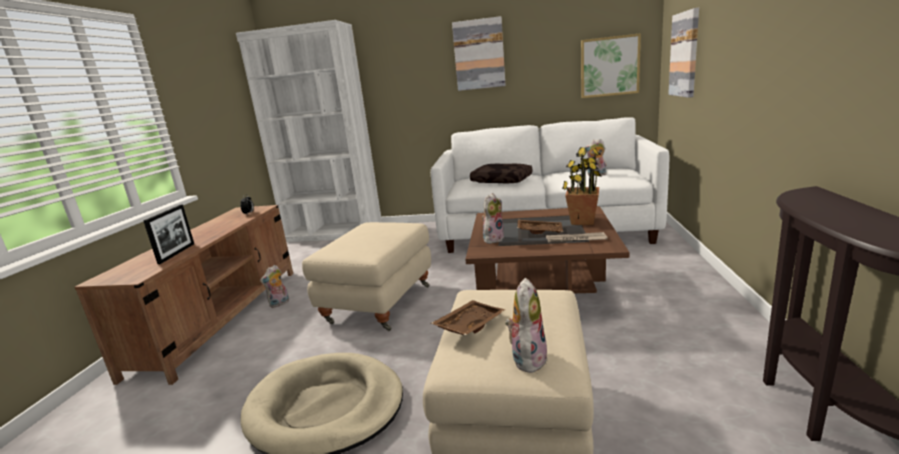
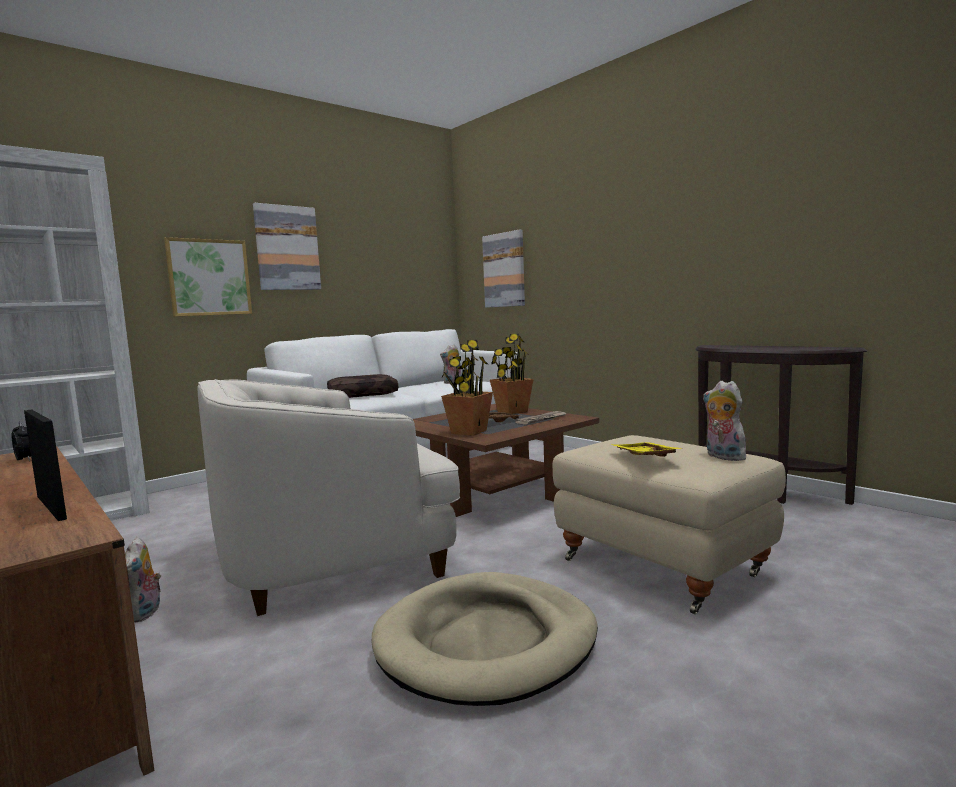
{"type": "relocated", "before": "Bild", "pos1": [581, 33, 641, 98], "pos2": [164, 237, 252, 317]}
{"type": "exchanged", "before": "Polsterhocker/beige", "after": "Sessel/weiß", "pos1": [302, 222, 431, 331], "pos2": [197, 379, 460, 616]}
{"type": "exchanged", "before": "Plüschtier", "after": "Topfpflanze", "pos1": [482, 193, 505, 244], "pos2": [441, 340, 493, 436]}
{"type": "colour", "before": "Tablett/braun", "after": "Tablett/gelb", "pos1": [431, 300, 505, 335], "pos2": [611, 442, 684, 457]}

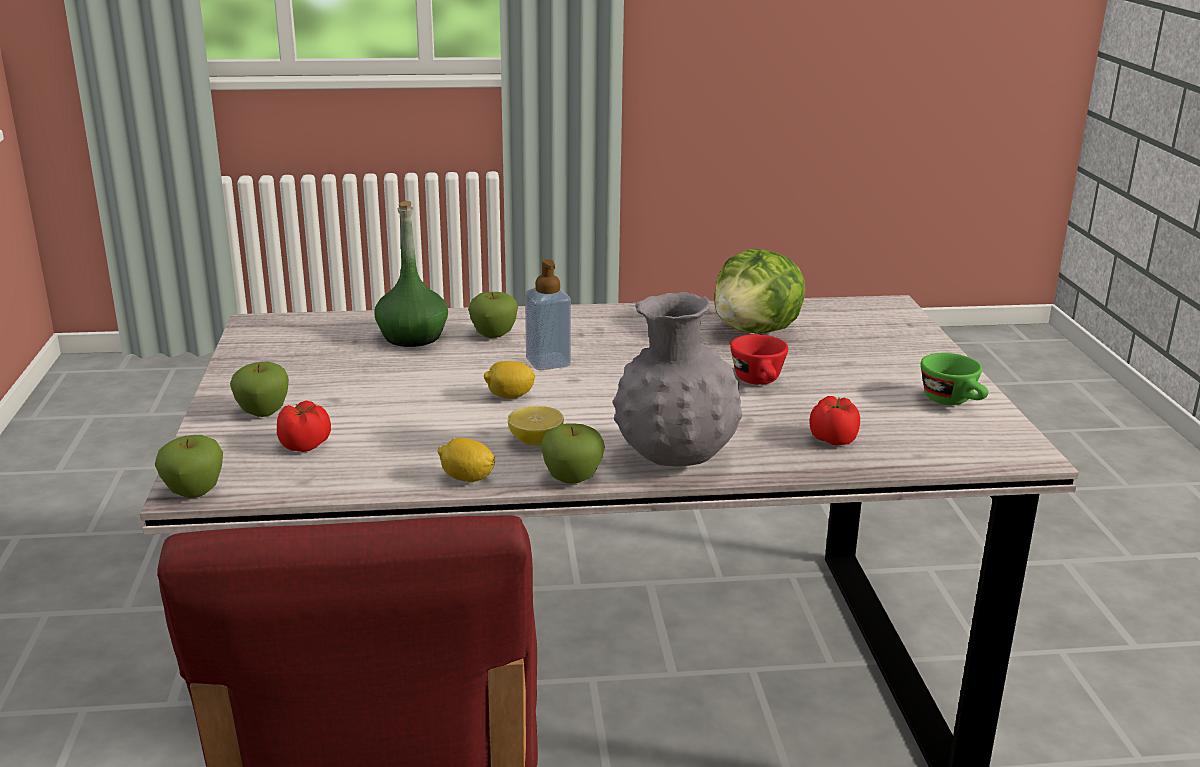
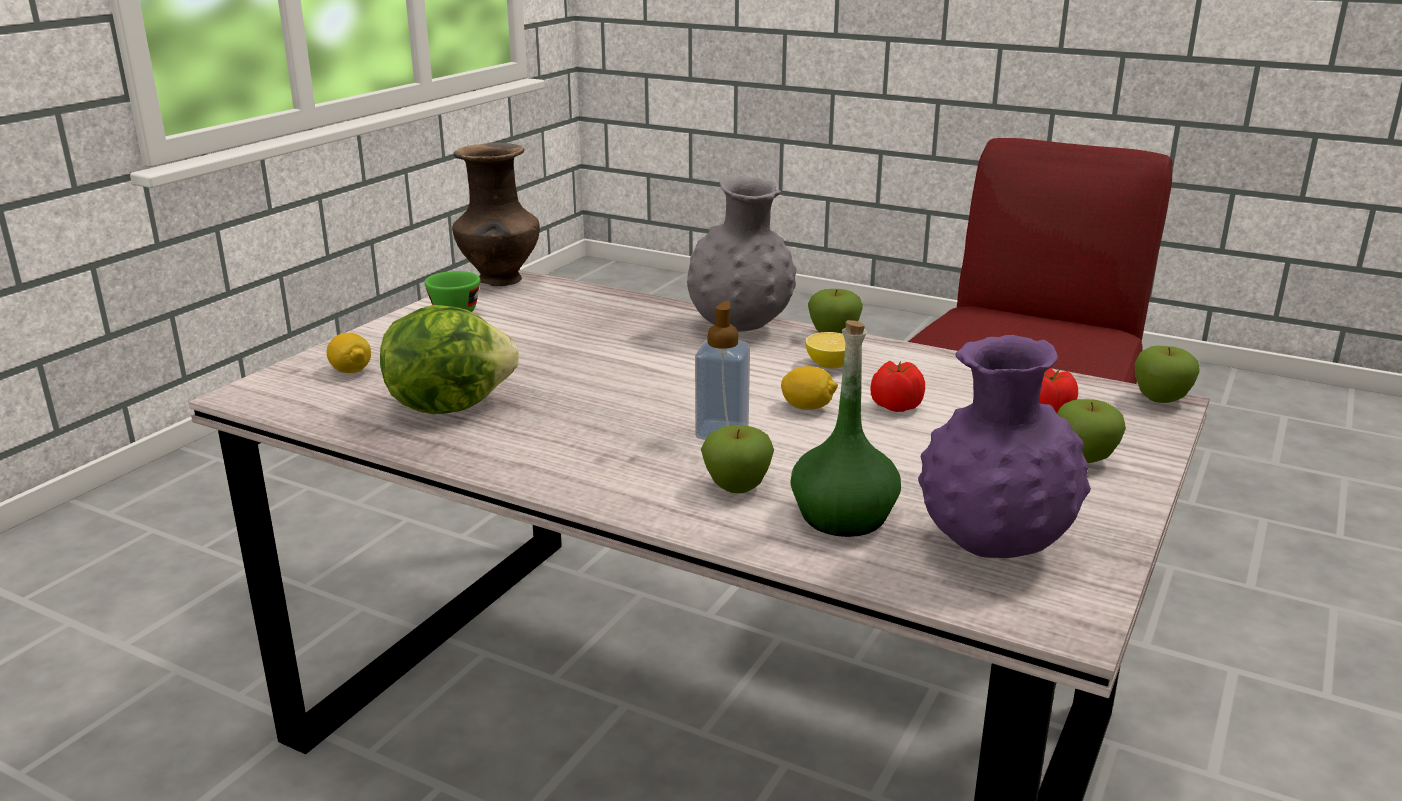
{"type": "relocated", "before": "Zitrone", "pos1": [437, 438, 495, 482], "pos2": [327, 332, 371, 373]}
{"type": "appeared", "after": "Vase/braun", "pos2": [452, 143, 540, 286]}
{"type": "relocated", "before": "Tomate", "pos1": [809, 396, 860, 445], "pos2": [870, 361, 925, 412]}
{"type": "appeared", "after": "Vase/lila", "pos2": [918, 335, 1091, 558]}
{"type": "missing", "before": "Tasse/rot", "pos1": [730, 334, 788, 385]}

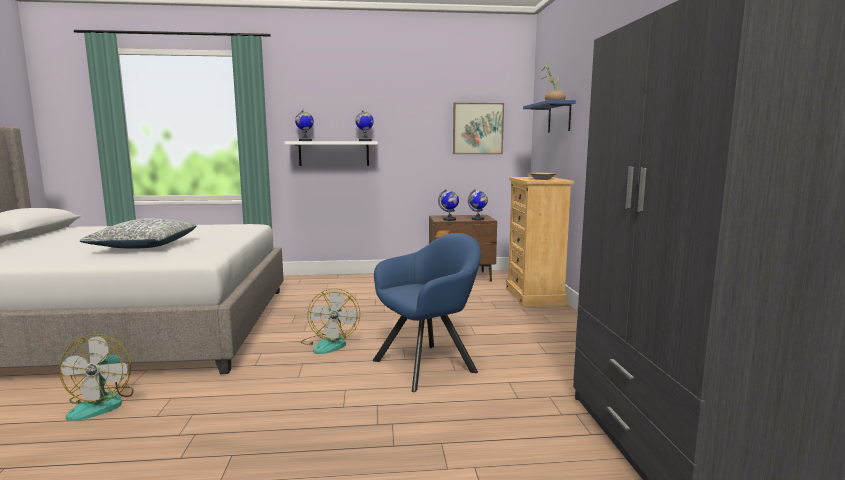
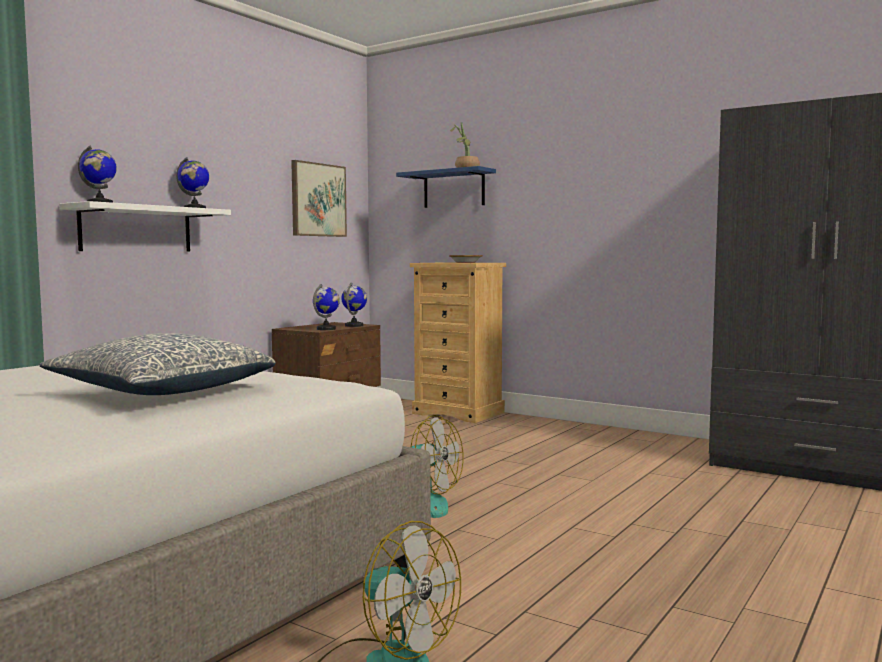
{"type": "missing", "before": "Sessel/blau", "pos1": [373, 233, 481, 392]}

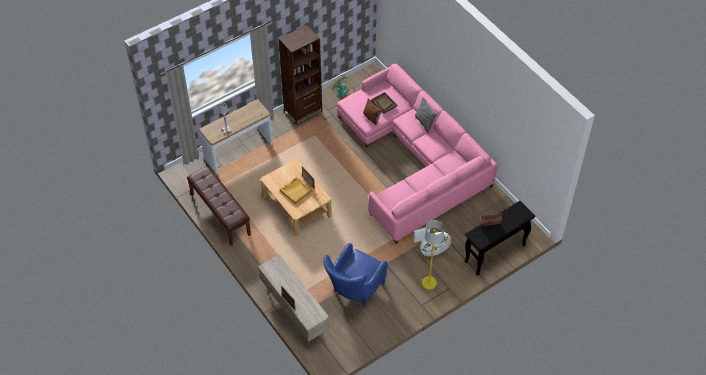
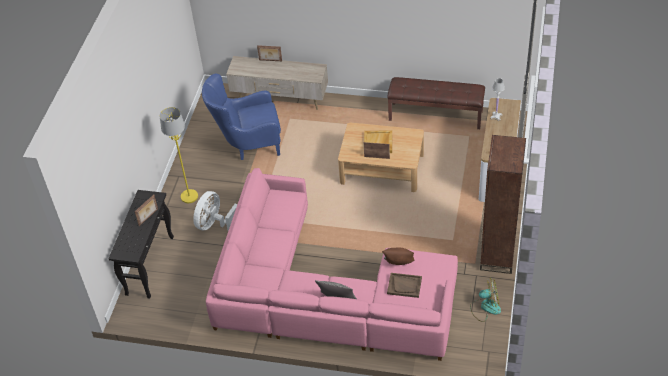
{"type": "spun", "before": "Sessel/blau", "pos1": [323, 243, 388, 307], "pos2": [202, 73, 281, 160], "turn": -90}

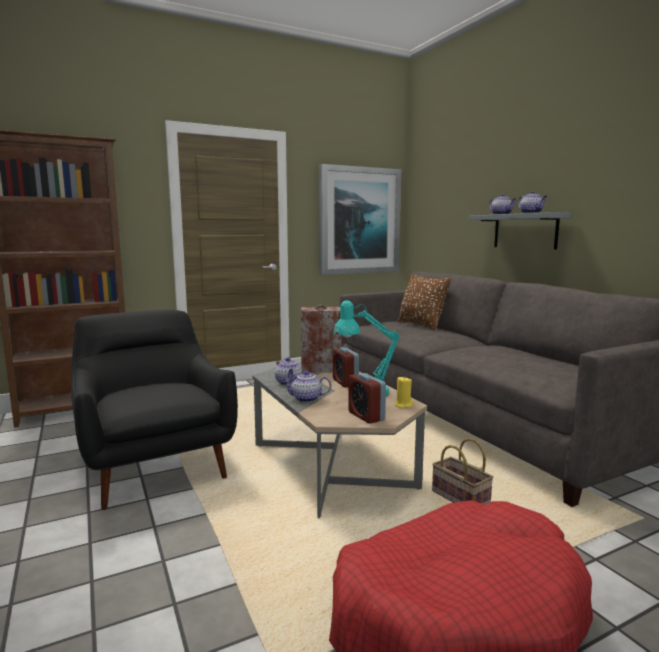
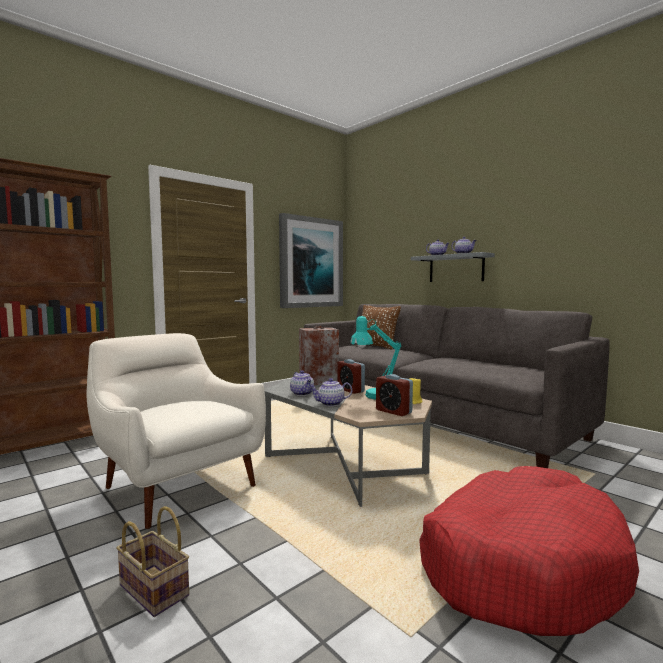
{"type": "colour", "before": "Sessel/schwarz", "after": "Sessel/weiß", "pos1": [71, 310, 238, 510], "pos2": [86, 333, 266, 529]}
{"type": "relocated", "before": "Korb", "pos1": [432, 438, 494, 505], "pos2": [116, 506, 189, 617]}

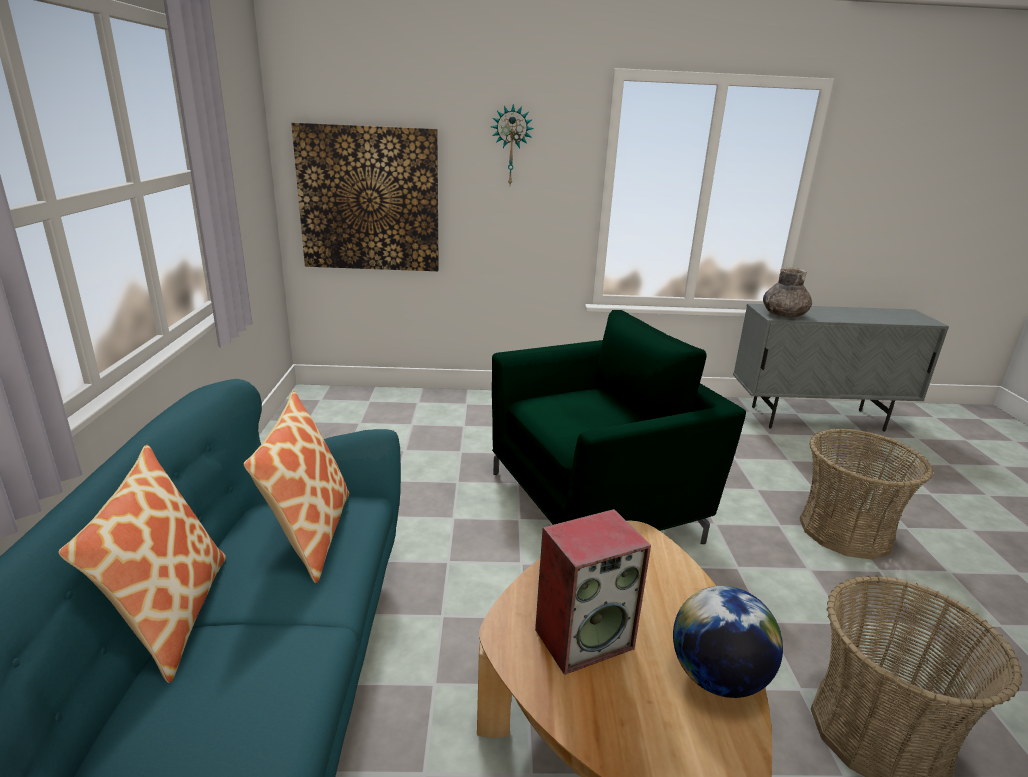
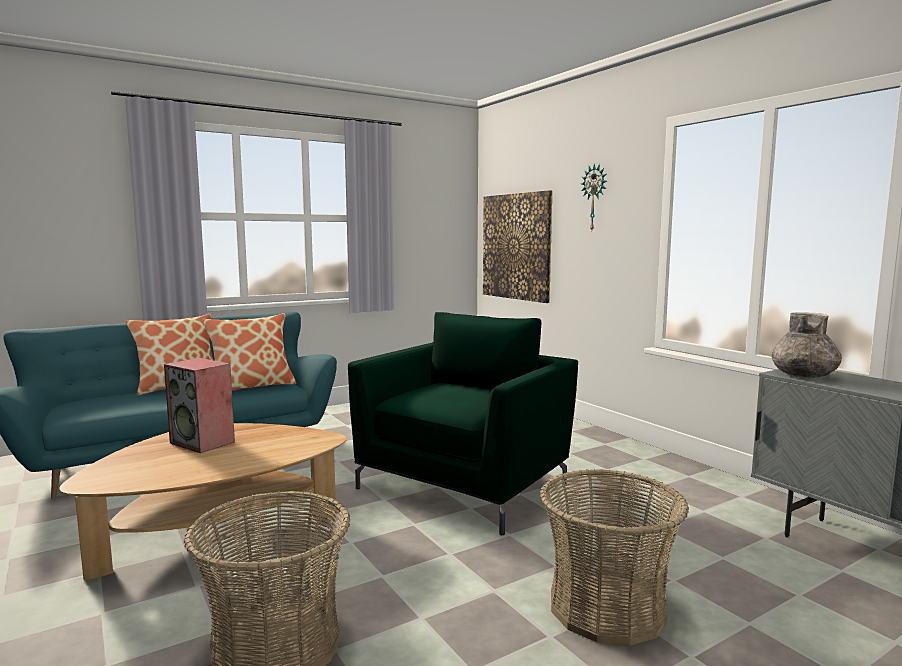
{"type": "spun", "before": "Sessel/grün", "pos1": [492, 310, 746, 544], "pos2": [348, 312, 578, 535], "turn": -90}
{"type": "missing", "before": "Globus", "pos1": [673, 586, 783, 698]}

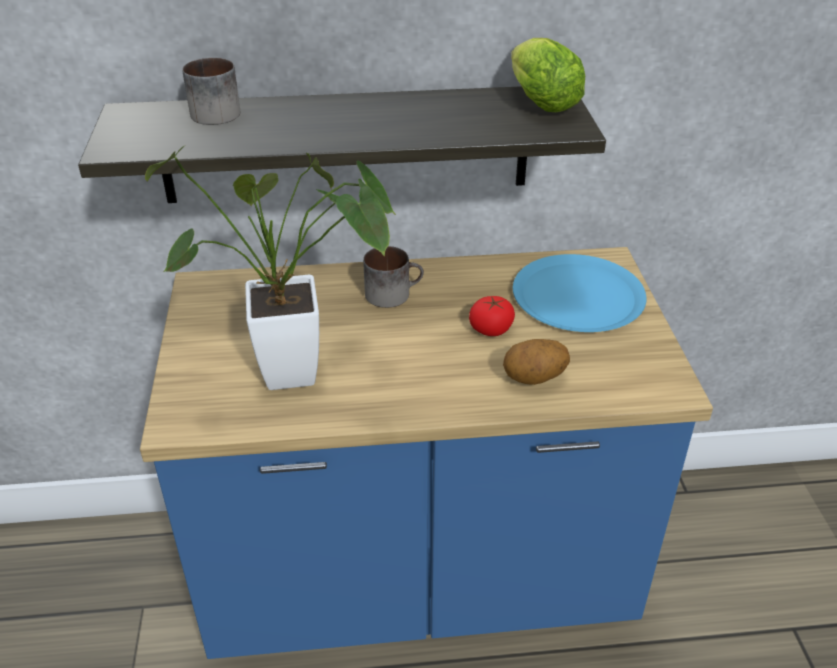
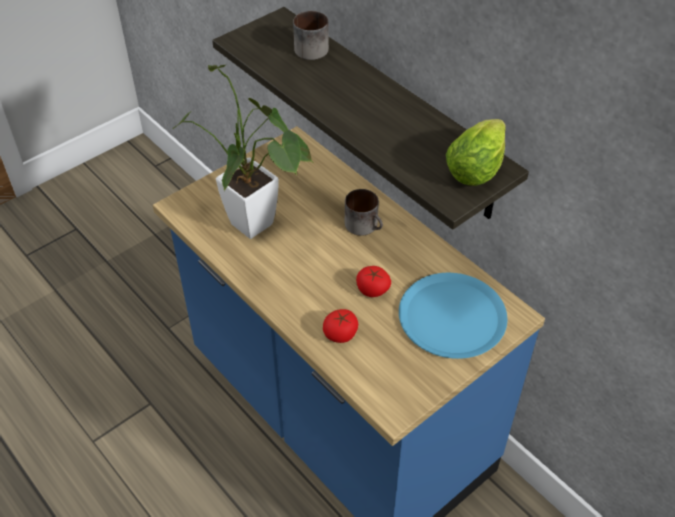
{"type": "exchanged", "before": "Kartoffel", "after": "Tomate", "pos1": [503, 339, 570, 385], "pos2": [323, 309, 358, 343]}

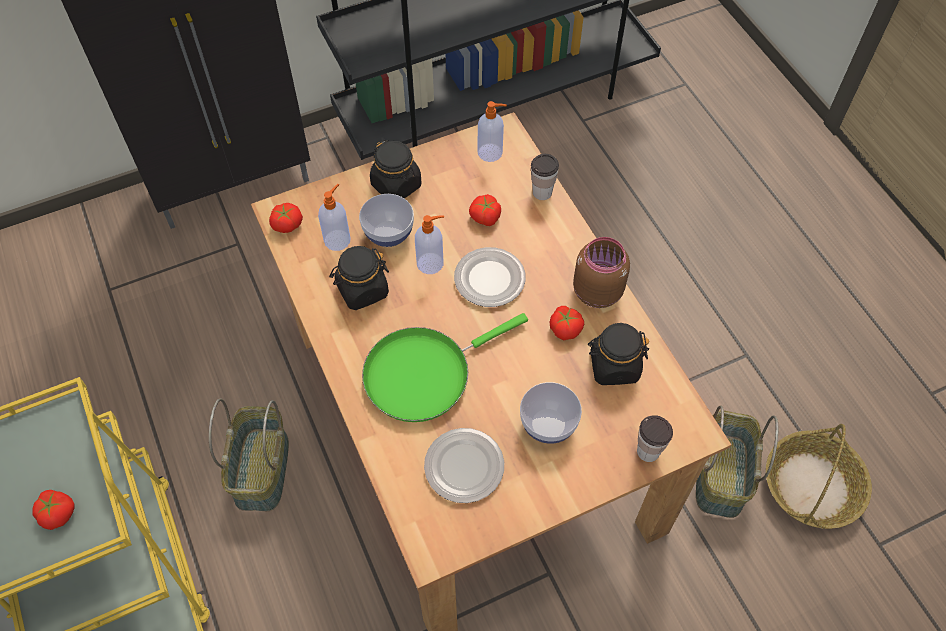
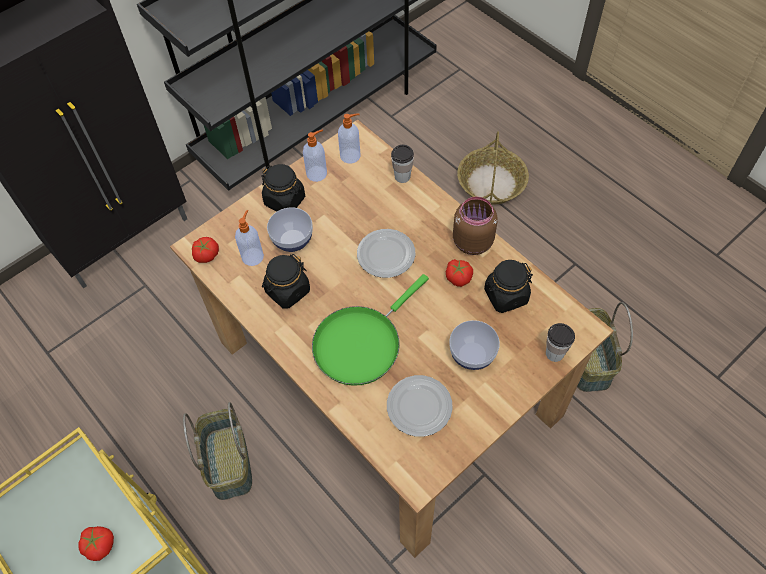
{"type": "relocated", "before": "Seifenspender", "pos1": [415, 215, 444, 274], "pos2": [303, 129, 327, 182]}
{"type": "relocated", "before": "Korb", "pos1": [766, 424, 872, 529], "pos2": [457, 131, 529, 205]}
{"type": "missing", "before": "Tomate", "pos1": [469, 194, 501, 226]}

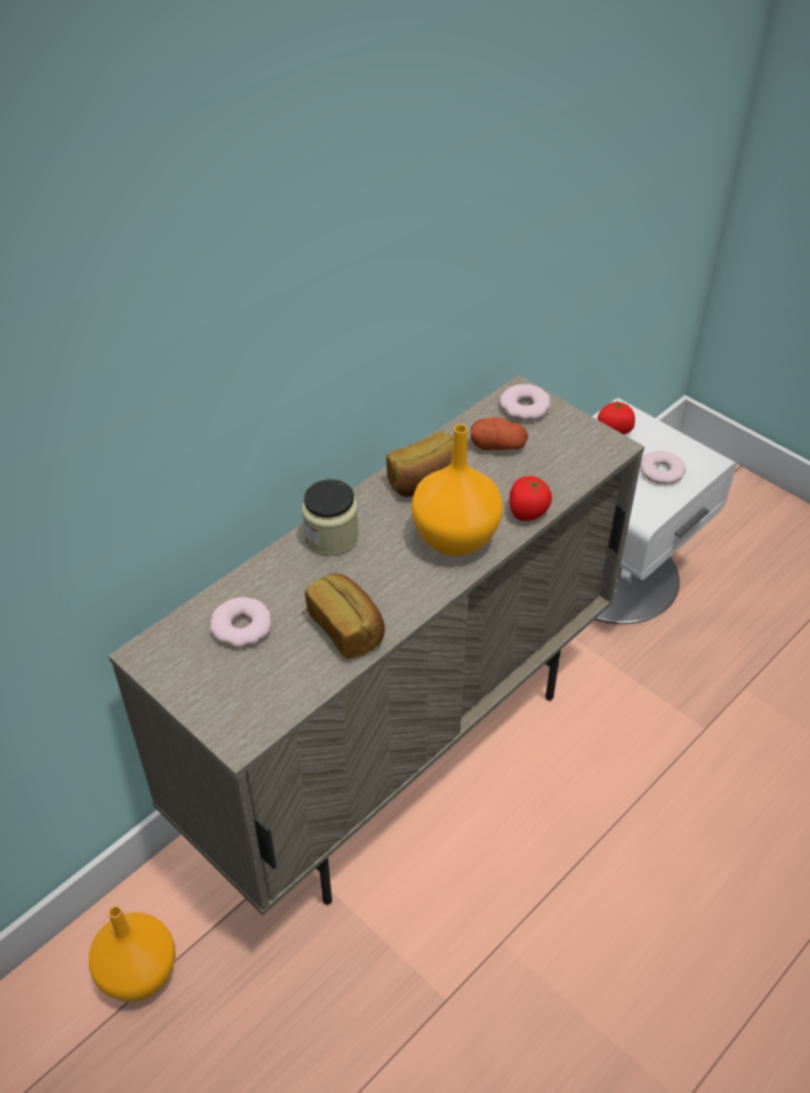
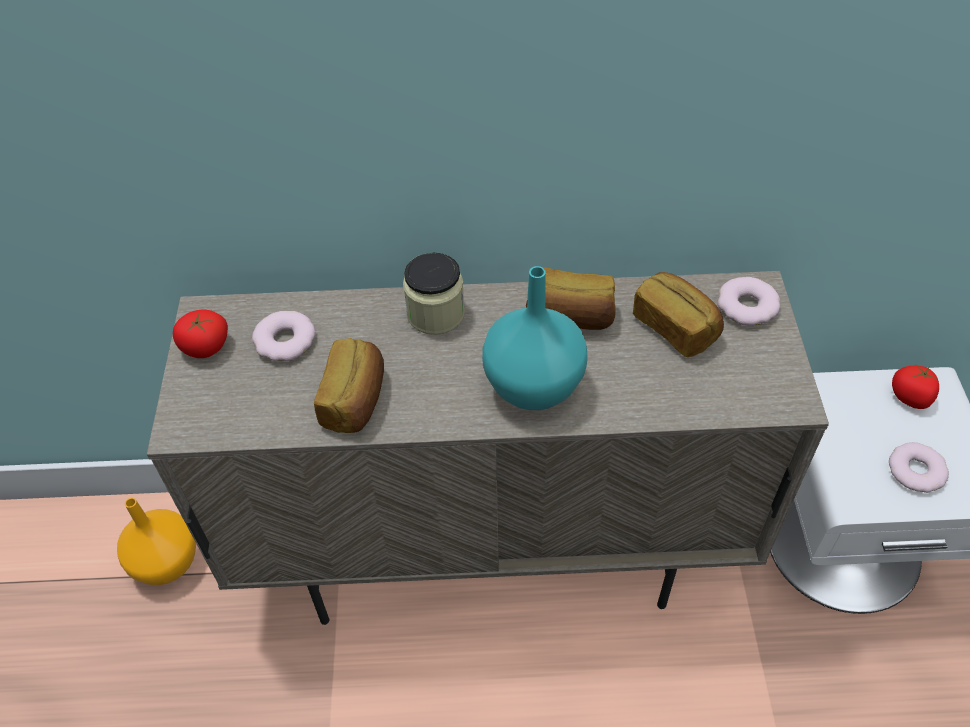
{"type": "relocated", "before": "Tomate", "pos1": [509, 476, 552, 521], "pos2": [173, 310, 228, 358]}
{"type": "colour", "before": "Vase/orange", "after": "Vase/türkis", "pos1": [412, 424, 503, 556], "pos2": [482, 266, 588, 410]}
{"type": "exchanged", "before": "Kartoffel", "after": "Brot", "pos1": [471, 417, 528, 450], "pos2": [633, 272, 724, 357]}

